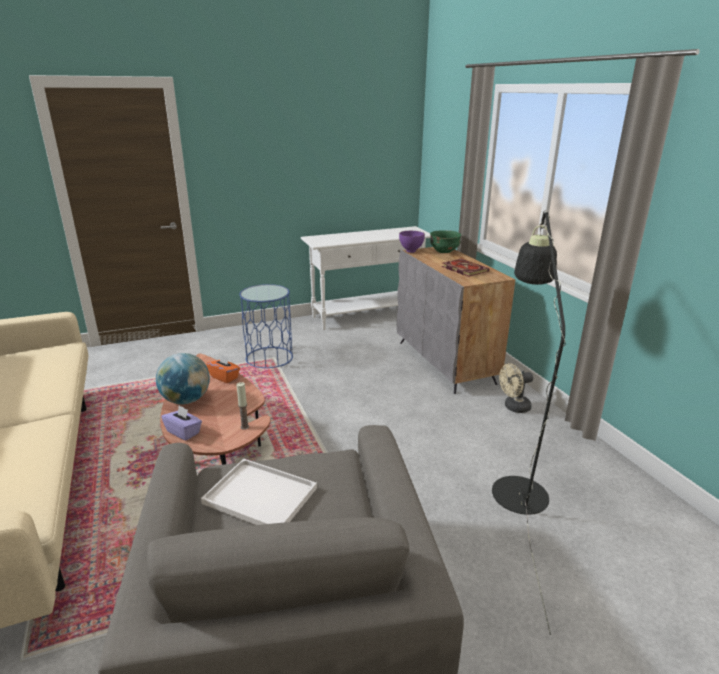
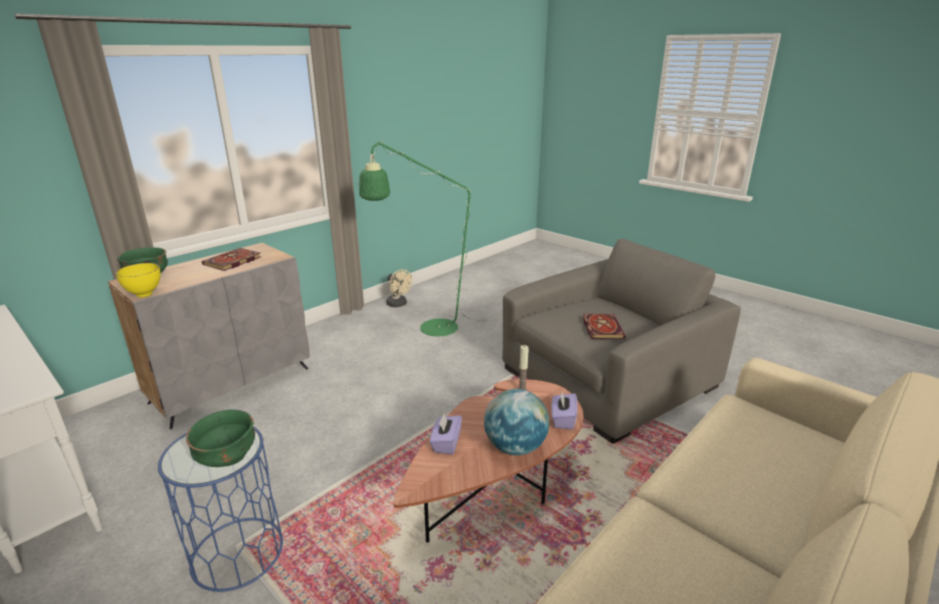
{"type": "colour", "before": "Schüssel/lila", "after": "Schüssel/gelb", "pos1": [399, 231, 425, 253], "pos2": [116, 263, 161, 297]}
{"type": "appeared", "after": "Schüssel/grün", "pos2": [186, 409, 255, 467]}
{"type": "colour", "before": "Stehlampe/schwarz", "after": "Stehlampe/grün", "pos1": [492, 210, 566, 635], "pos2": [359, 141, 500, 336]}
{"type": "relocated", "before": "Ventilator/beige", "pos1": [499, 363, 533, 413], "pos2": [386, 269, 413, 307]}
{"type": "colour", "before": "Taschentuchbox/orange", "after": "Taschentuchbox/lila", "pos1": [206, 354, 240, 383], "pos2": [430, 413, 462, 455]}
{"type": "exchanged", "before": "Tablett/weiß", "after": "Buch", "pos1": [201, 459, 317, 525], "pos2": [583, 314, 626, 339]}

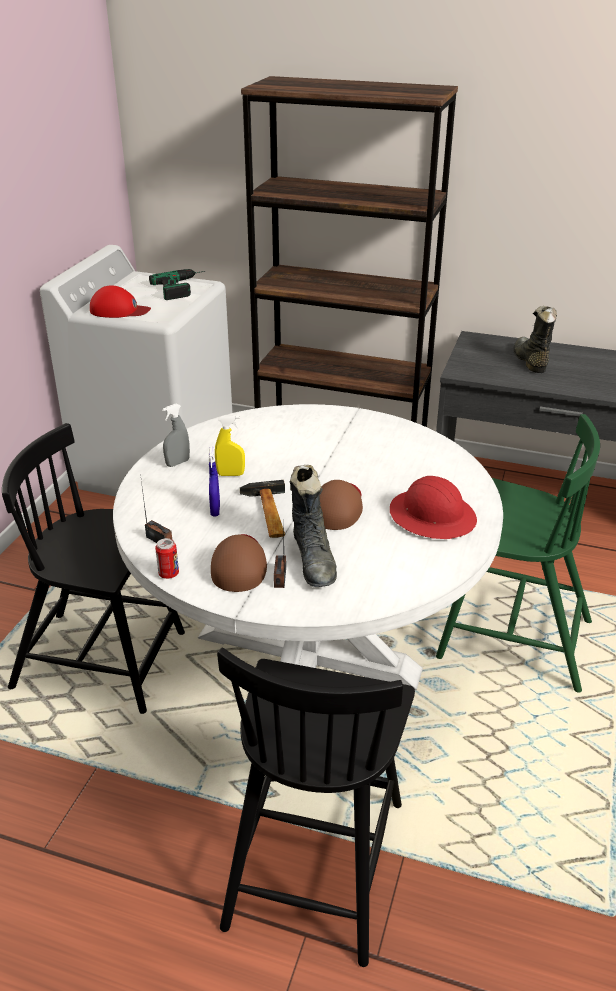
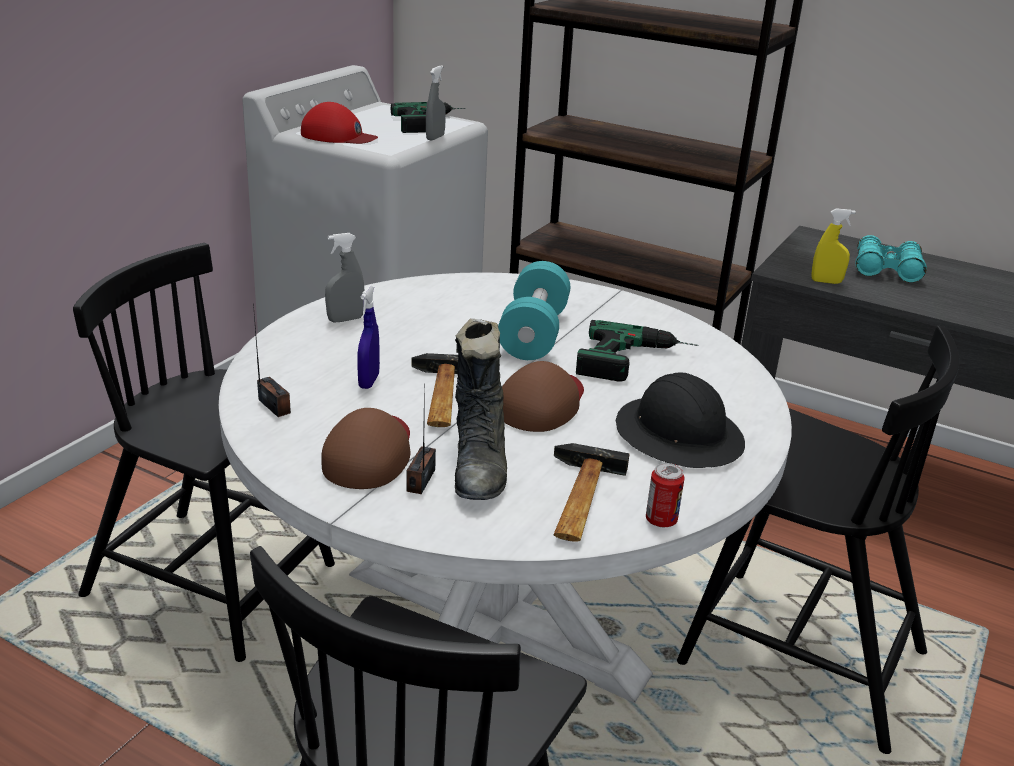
{"type": "appeared", "after": "Sprühflasche/grau", "pos2": [426, 65, 446, 140]}
{"type": "appeared", "after": "Hantel/türkis", "pos2": [498, 261, 570, 360]}
{"type": "appeared", "after": "Hammer", "pos2": [553, 443, 630, 542]}
{"type": "appeared", "after": "Bohrmaschine", "pos2": [576, 320, 699, 381]}
{"type": "colour", "before": "Schutzhelm/rot", "after": "Schutzhelm/schwarz", "pos1": [390, 476, 477, 539], "pos2": [616, 372, 745, 468]}
{"type": "relocated", "before": "Dose", "pos1": [155, 538, 179, 579], "pos2": [646, 463, 685, 527]}
{"type": "colour", "before": "Stuhl/grün", "after": "Stuhl/schwarz", "pos1": [436, 414, 600, 693], "pos2": [677, 326, 959, 754]}
{"type": "relocated", "before": "Sprühflasche/gelb", "pos1": [215, 415, 245, 476], "pos2": [811, 208, 856, 284]}
{"type": "exchanged", "before": "Stiefel/schwarz", "after": "Fernglas/türkis", "pos1": [513, 306, 557, 373], "pos2": [855, 235, 927, 283]}

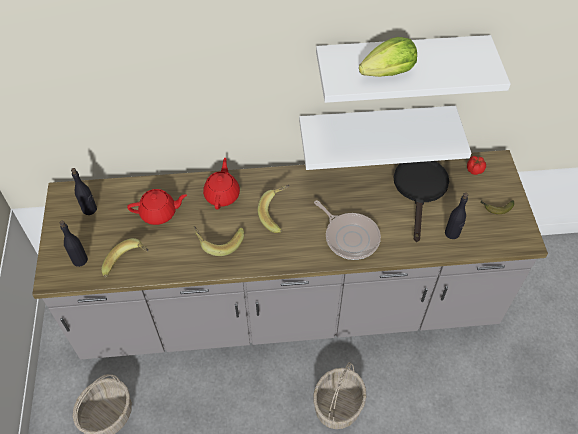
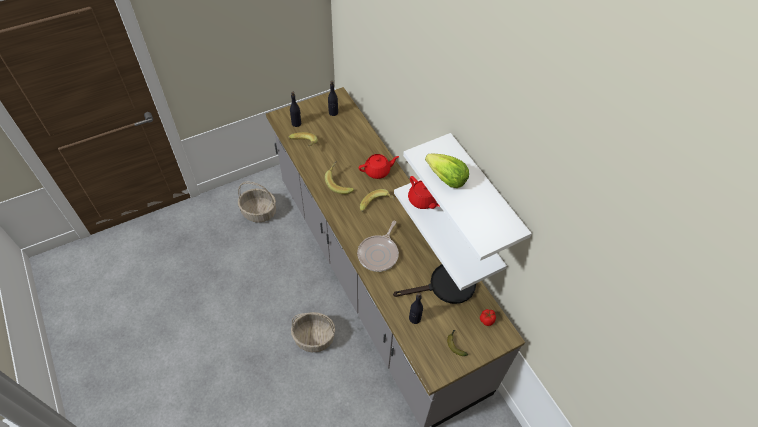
{"type": "relocated", "before": "Teekanne/rot", "pos1": [127, 189, 187, 225], "pos2": [408, 176, 440, 209]}

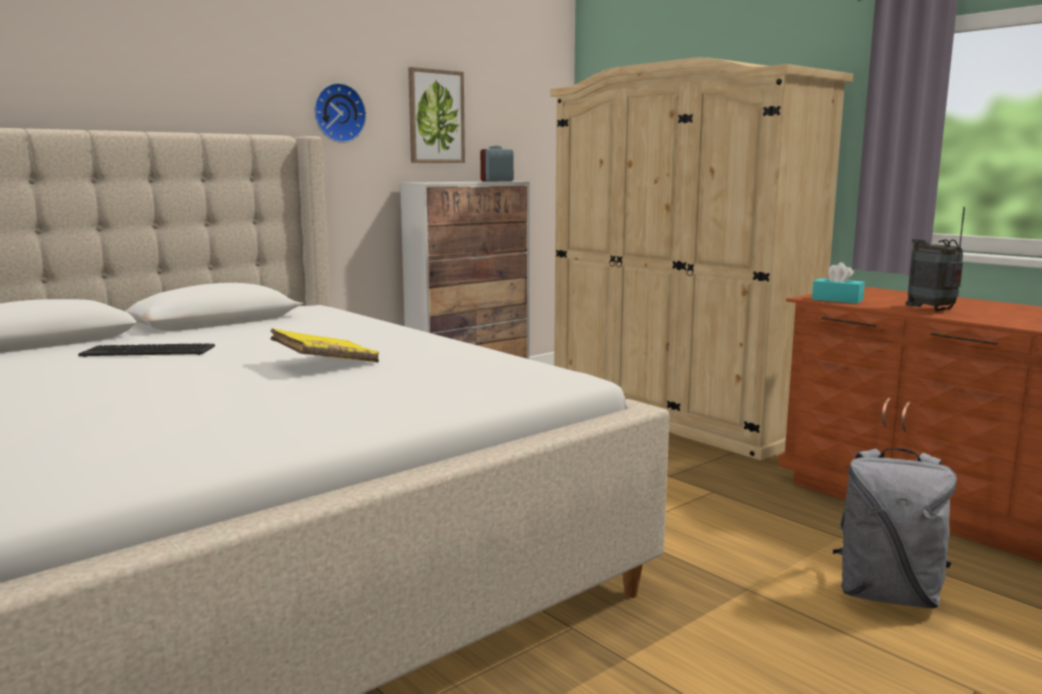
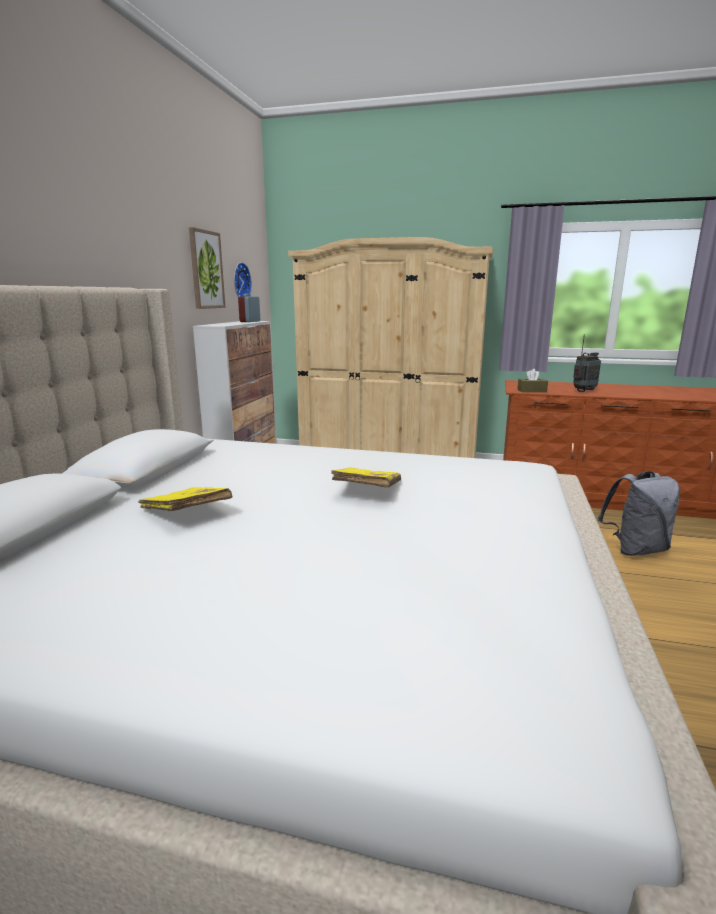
{"type": "exchanged", "before": "Tastatur", "after": "Buch/gelb", "pos1": [78, 343, 215, 357], "pos2": [138, 487, 232, 511]}
{"type": "relocated", "before": "Wanduhr", "pos1": [314, 83, 366, 143], "pos2": [234, 262, 252, 297]}
{"type": "colour", "before": "Taschentuchbox/türkis", "after": "Taschentuchbox/braun", "pos1": [812, 262, 865, 304], "pos2": [517, 369, 548, 392]}
{"type": "spun", "before": "Radio", "pos1": [906, 207, 965, 311], "pos2": [573, 335, 601, 392], "turn": 120}

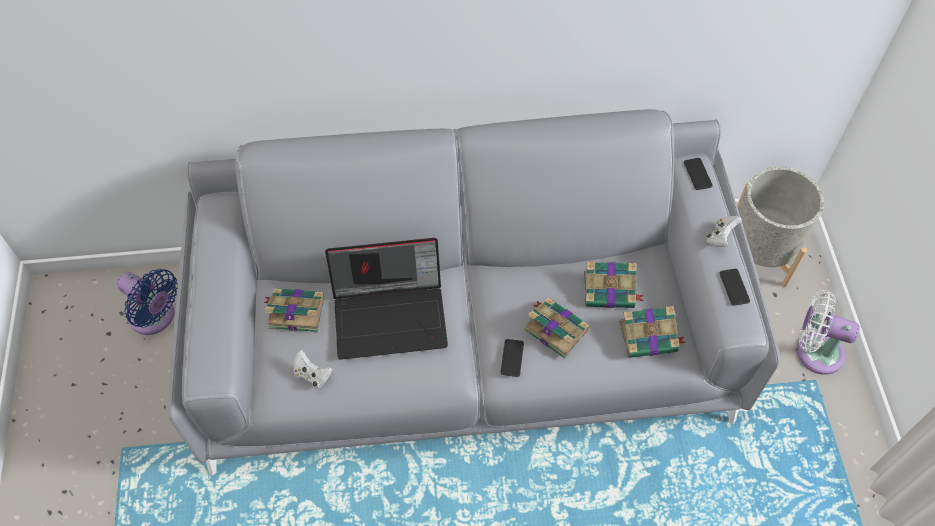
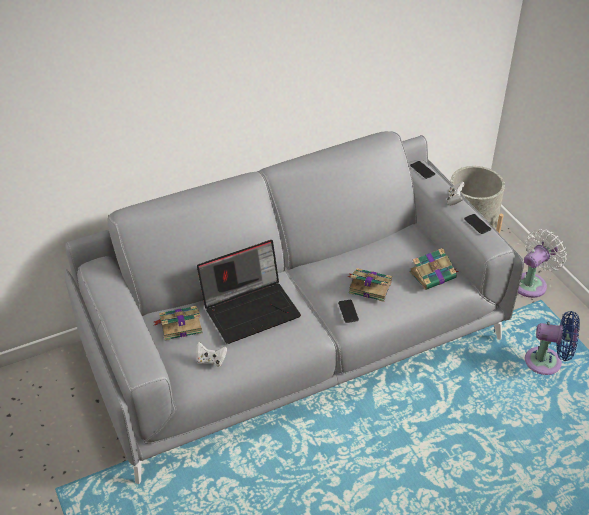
{"type": "spun", "before": "Ventilator/weiß", "pos1": [797, 290, 860, 375], "pos2": [518, 229, 567, 298], "turn": 135}
{"type": "relocated", "before": "Ventilator/blau", "pos1": [117, 269, 178, 335], "pos2": [525, 311, 580, 375]}
{"type": "missing", "before": "Buch", "pos1": [584, 262, 644, 308]}

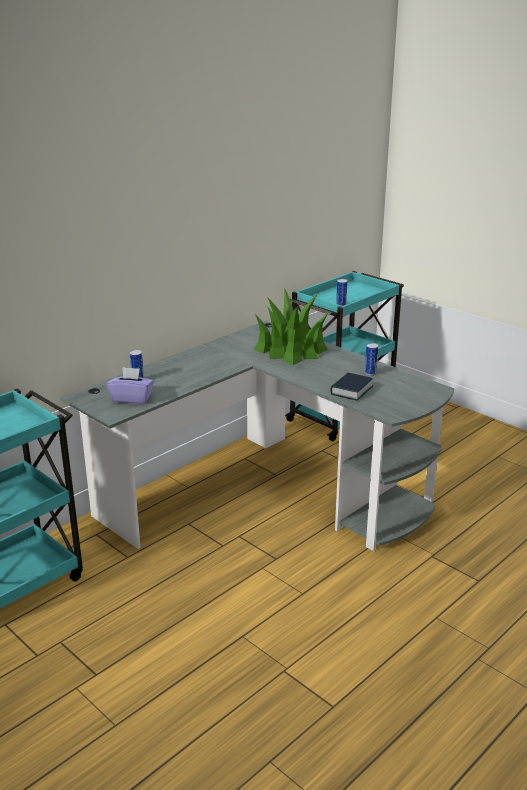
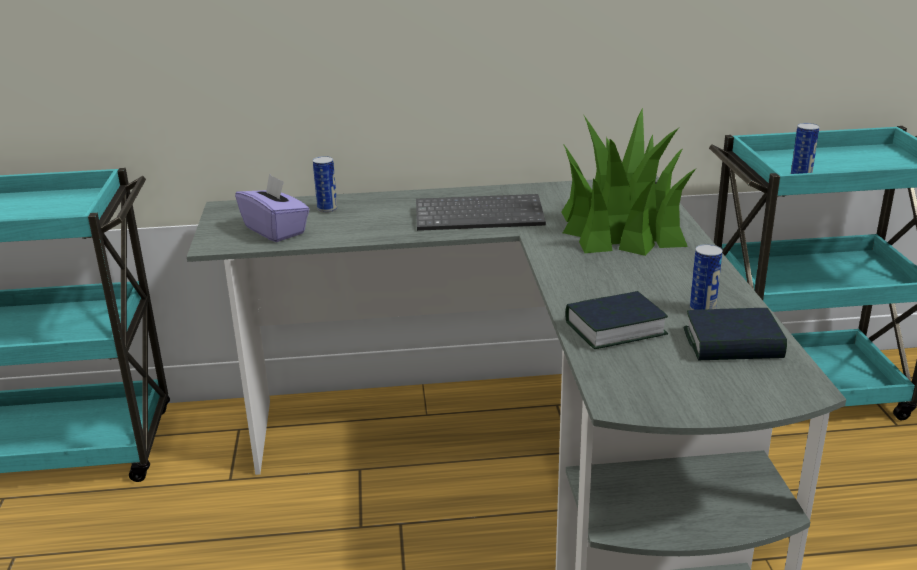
{"type": "appeared", "after": "Tastatur", "pos2": [416, 194, 546, 231]}
{"type": "appeared", "after": "Buch", "pos2": [683, 308, 787, 360]}

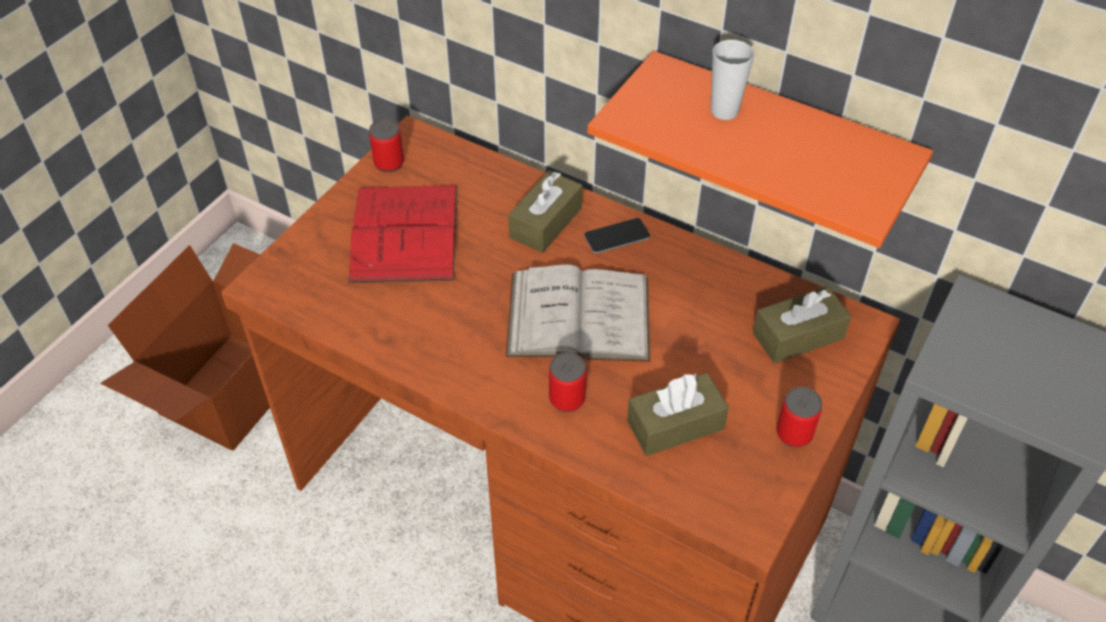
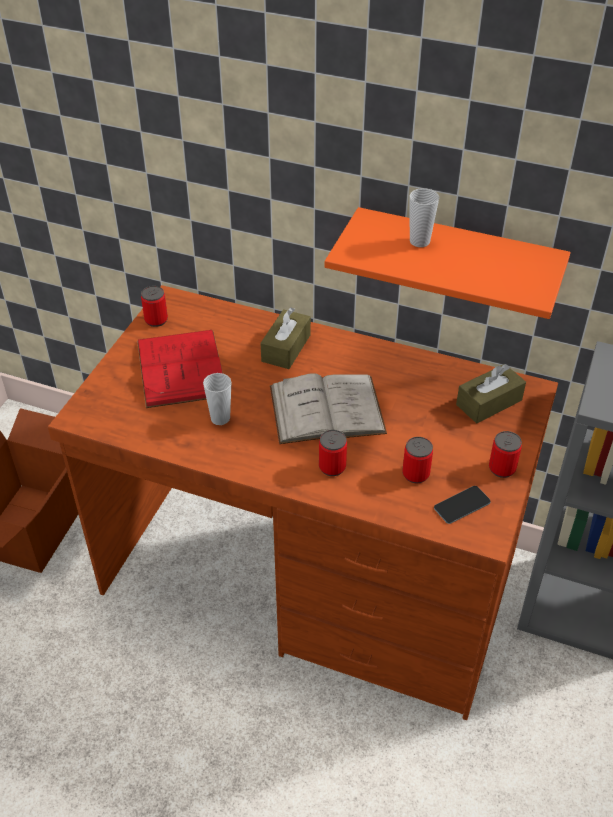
{"type": "appeared", "after": "Tasse", "pos2": [203, 373, 231, 425]}
{"type": "exchanged", "before": "Taschentuchbox/braun", "after": "Dose", "pos1": [627, 373, 729, 456], "pos2": [402, 437, 433, 484]}
{"type": "relocated", "before": "Handy", "pos1": [584, 218, 650, 253], "pos2": [434, 486, 491, 524]}

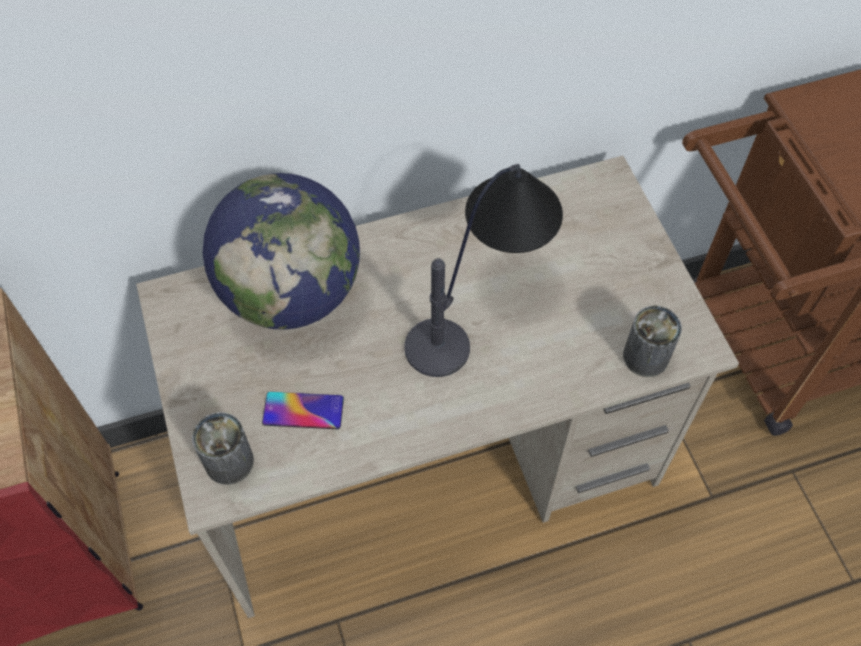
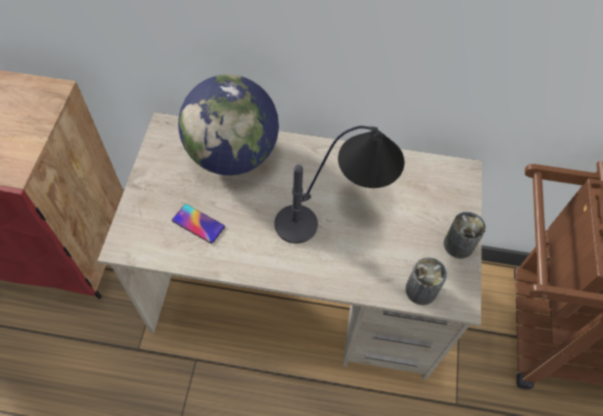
{"type": "relocated", "before": "Dose", "pos1": [192, 412, 254, 485], "pos2": [443, 212, 486, 259]}

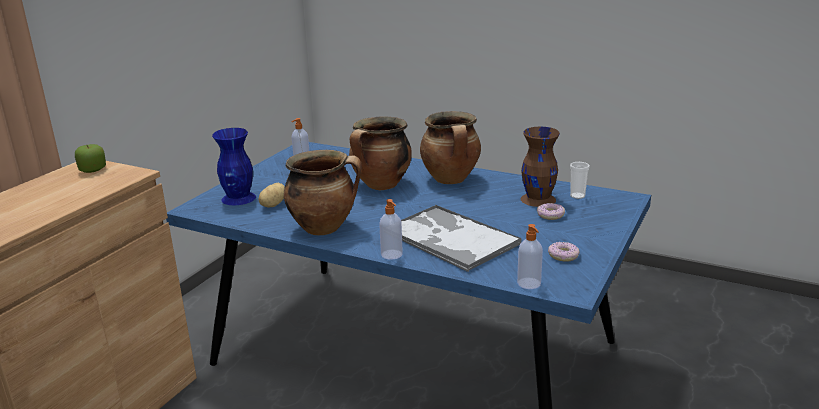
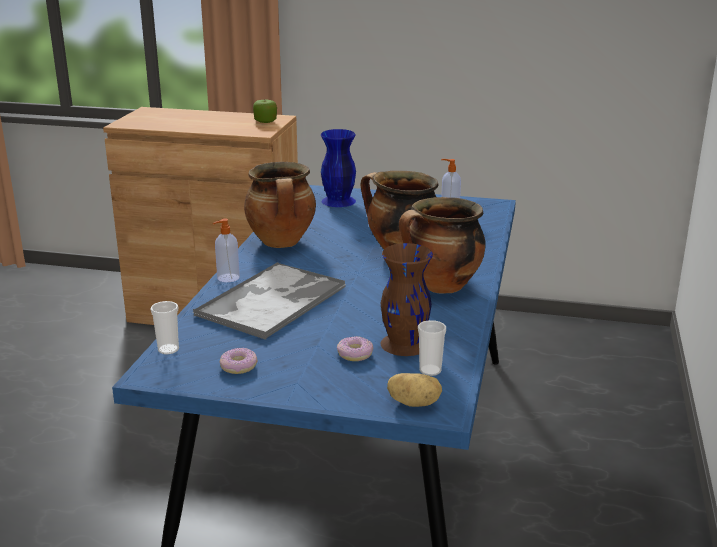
{"type": "exchanged", "before": "Seifenspender", "after": "Tasse", "pos1": [517, 224, 543, 289], "pos2": [150, 301, 179, 354]}
{"type": "relocated", "before": "Kartoffel", "pos1": [258, 183, 285, 207], "pos2": [387, 373, 442, 407]}

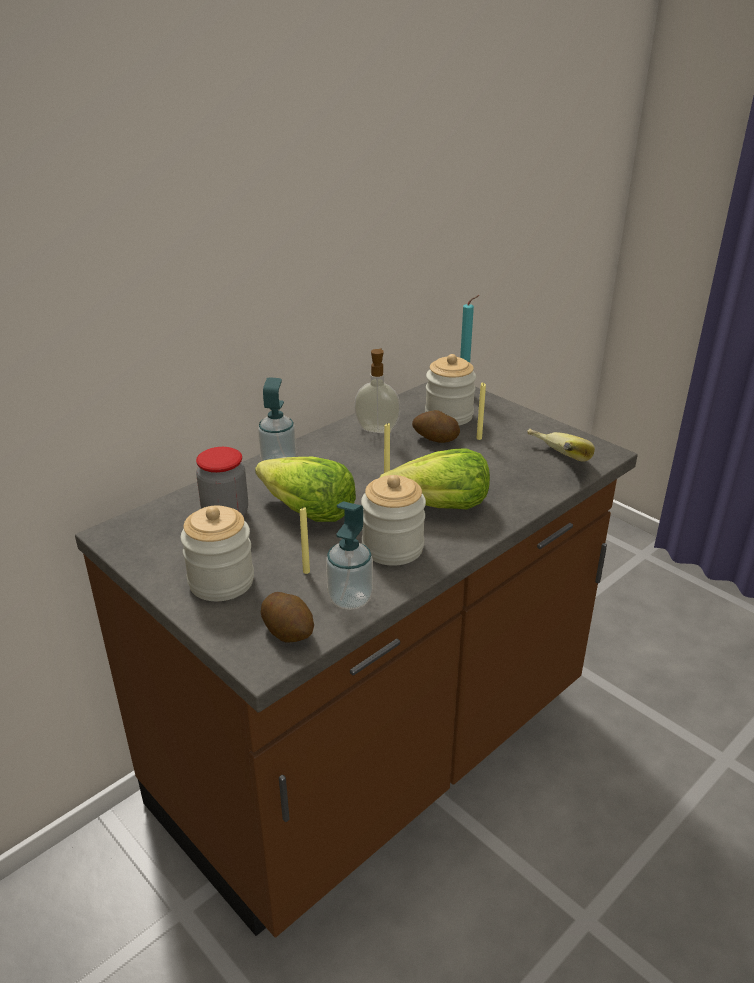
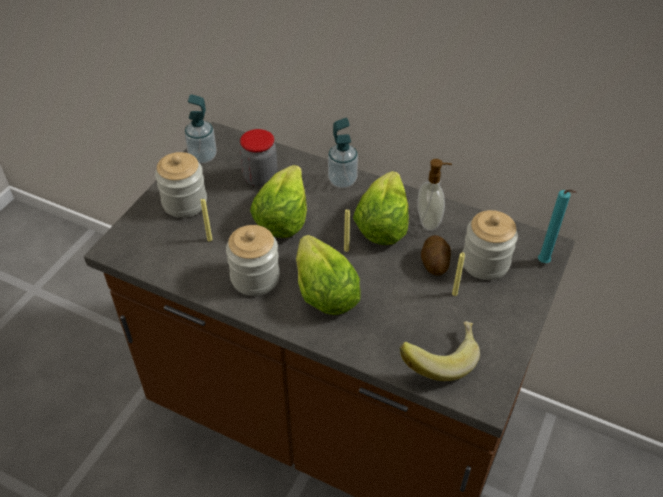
{"type": "relocated", "before": "Seifenspender", "pos1": [326, 501, 373, 610], "pos2": [185, 94, 217, 164]}
{"type": "appeared", "after": "Salatkopf", "pos2": [353, 171, 409, 245]}
{"type": "missing", "before": "Kartoffel", "pos1": [261, 592, 314, 642]}

